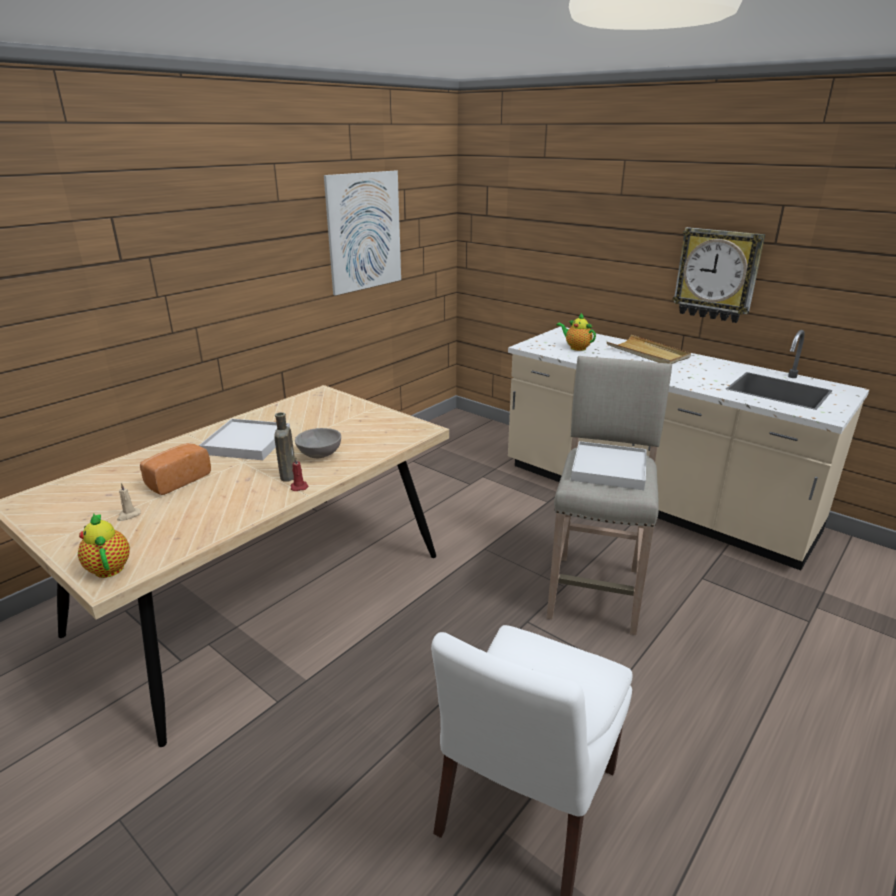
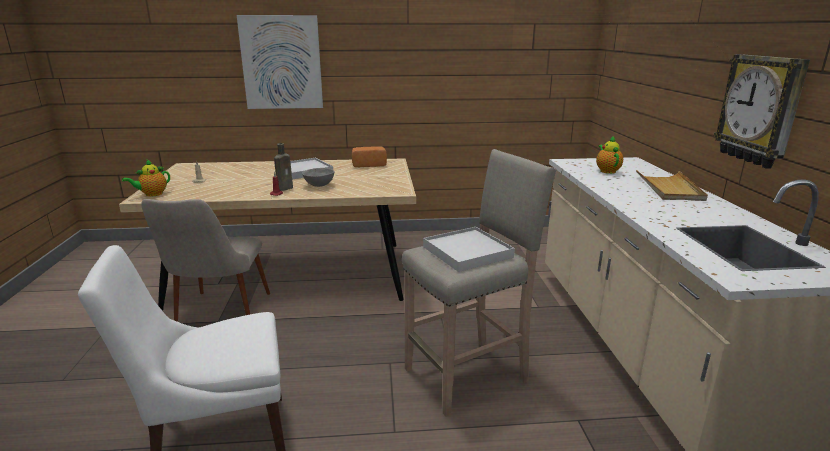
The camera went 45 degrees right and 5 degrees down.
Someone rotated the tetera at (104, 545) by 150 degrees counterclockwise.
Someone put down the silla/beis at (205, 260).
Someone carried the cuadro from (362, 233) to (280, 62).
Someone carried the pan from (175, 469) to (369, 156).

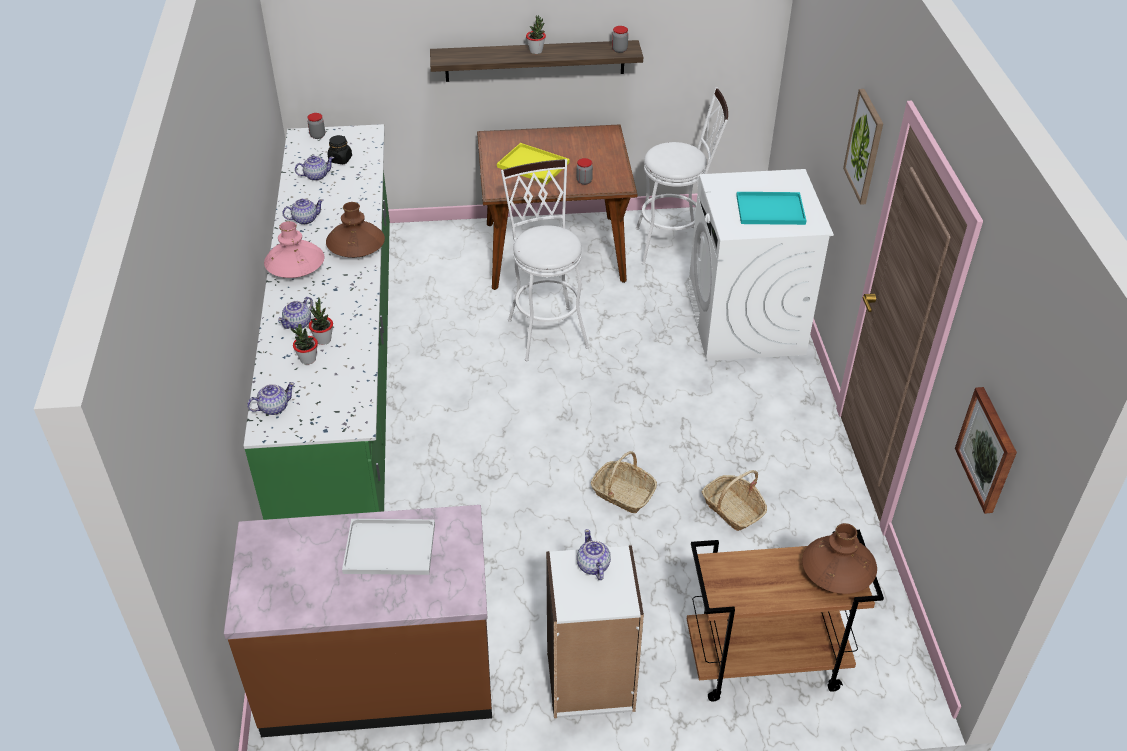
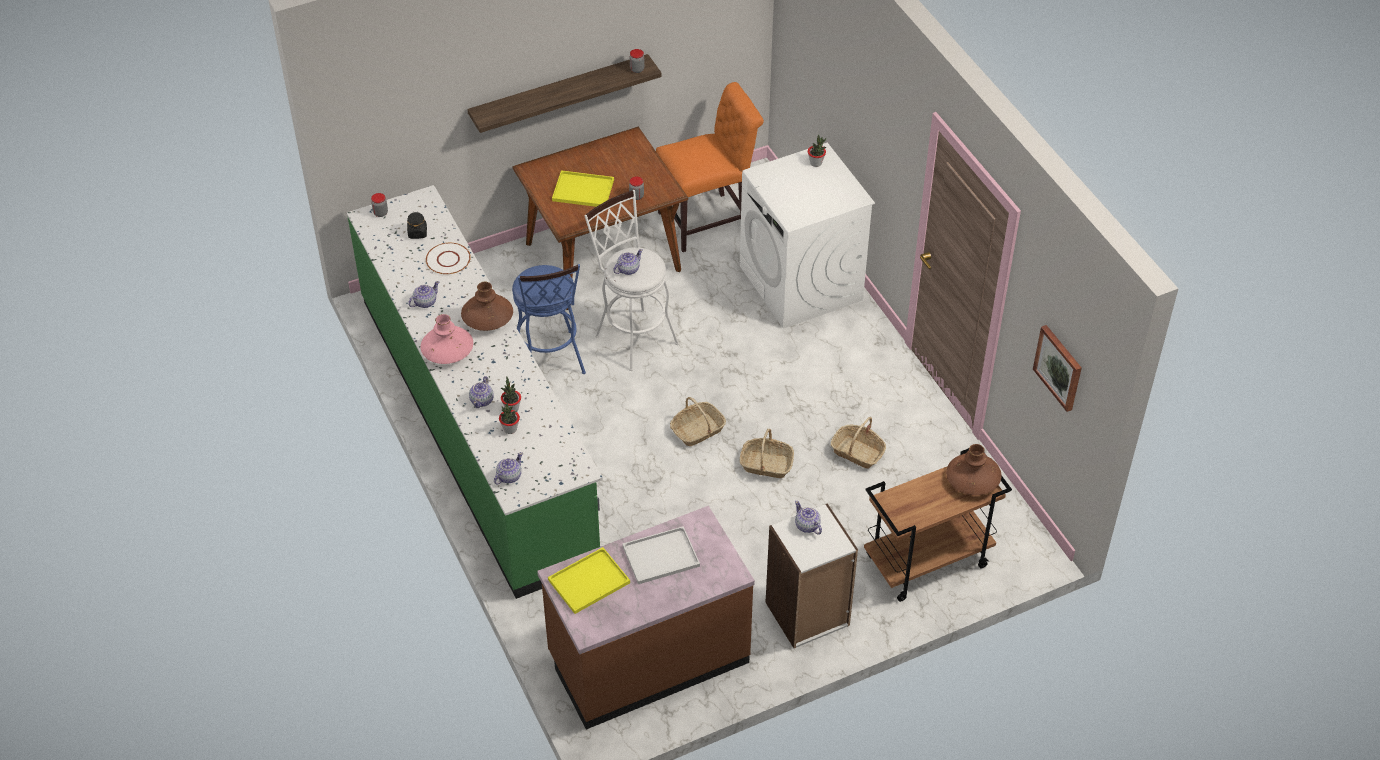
The camera went 20 degrees left and 5 degrees up.
Someone put down the plato/blanco at (448, 258).
Someone put down the taburete/azul at (549, 319).
Someone put down the bandeja/amarillo at (589, 580).
Someone carried the tetera from (314, 168) to (628, 262).
Someone swapped the taburete/blanco at (682, 176) for the silla/naranja at (710, 167).
Someone put down the cesta at (698, 421).
Someone carried the planta en maceta from (536, 34) to (817, 151).
Someone took away the bandeja/turquesa at (771, 208).
Someone took away the cuadro at (863, 147).

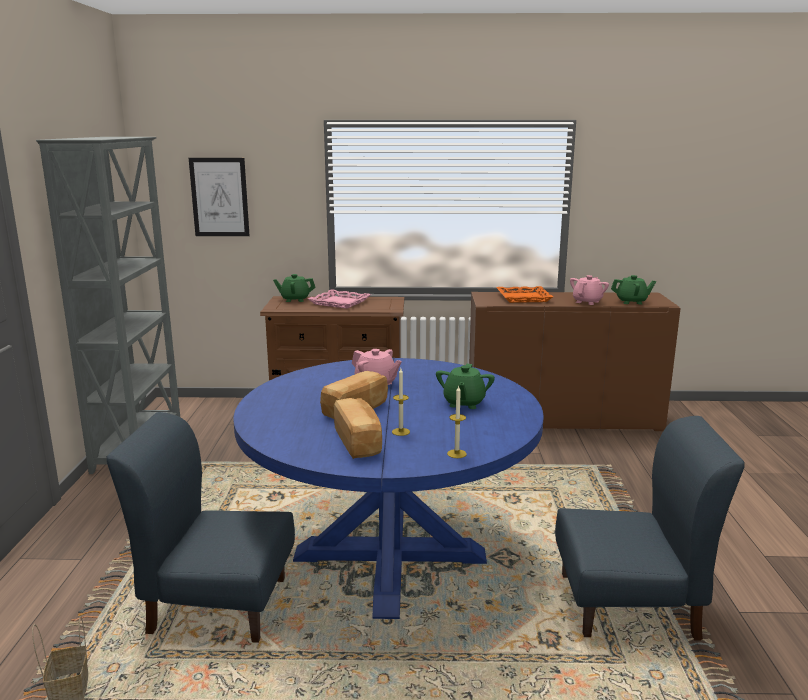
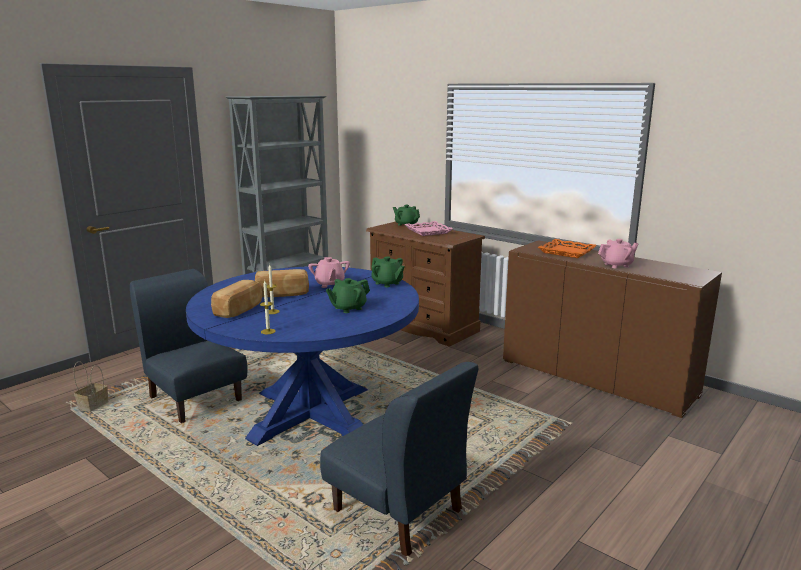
The camera went 40 degrees right and 0 degrees up.
Someone carried the tetera/verde from (633, 289) to (388, 271).
Someone took away the cuadro at (219, 197).

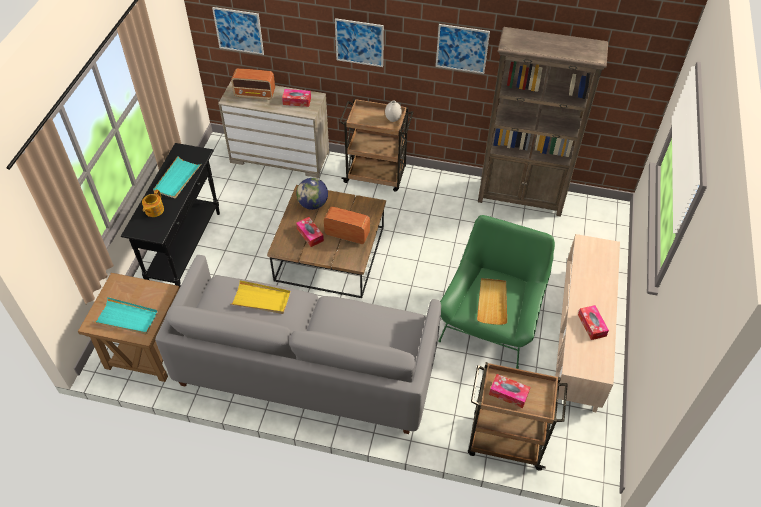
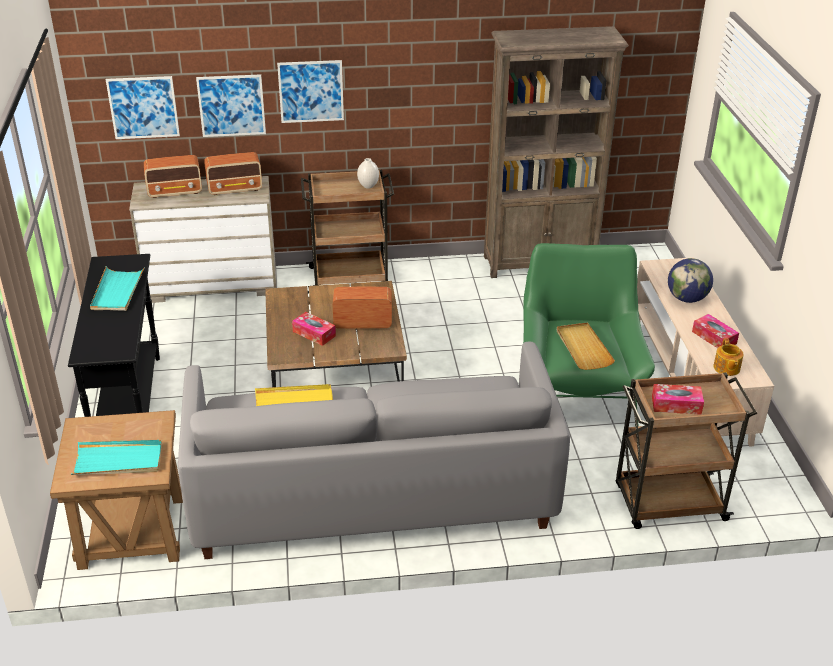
The camera went 20 degrees left and 15 degrees down.
Someone carried the cuadro from (463, 49) to (231, 105).
Someone swapped the caja de pañuelos at (296, 98) for the radio at (233, 174).
Someone carried the globo terráqueo from (312, 194) to (690, 280).
Someone carried the tetera from (153, 203) to (728, 357).

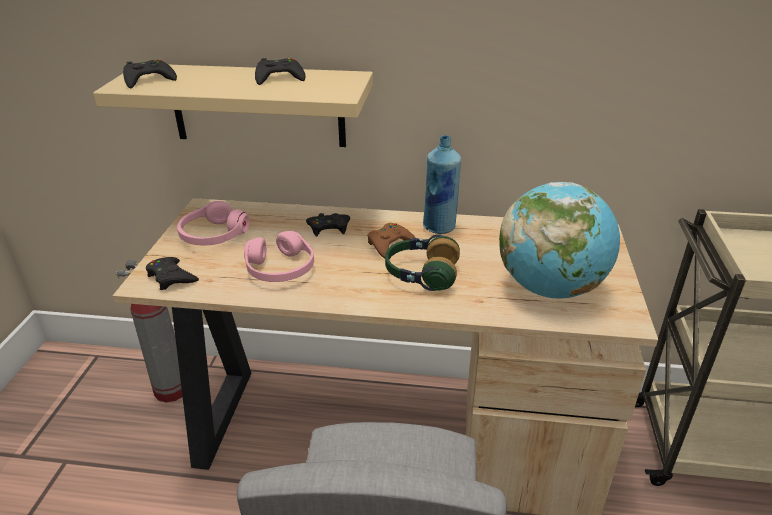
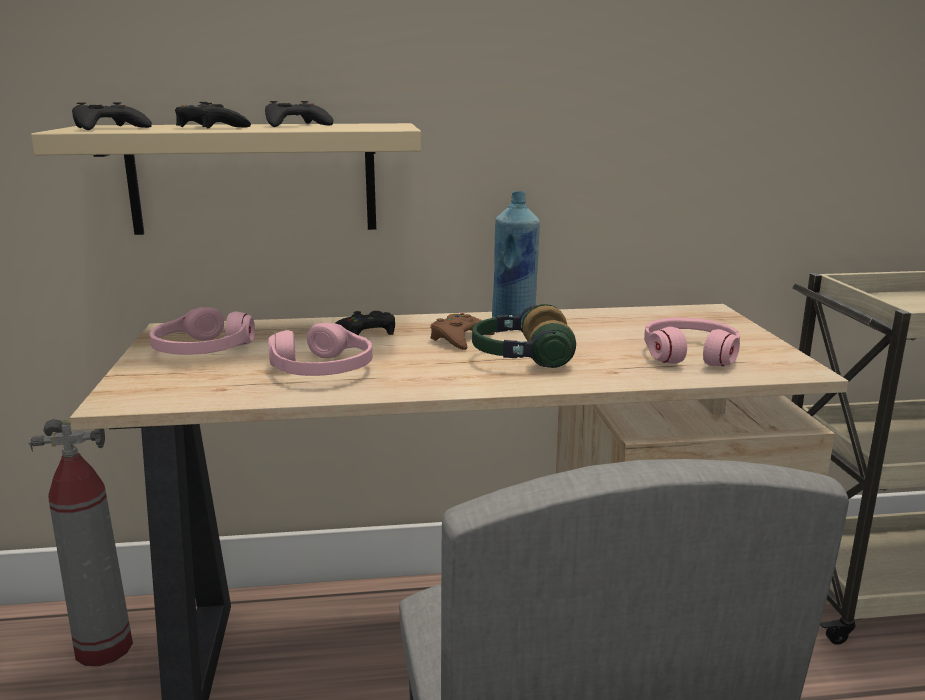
The camera went 15 degrees left and 15 degrees down.
Someone carried the mando de consola/negro from (172, 273) to (213, 115).
Someone swapped the globo terráqueo at (559, 240) for the auriculares/rosa at (692, 341).

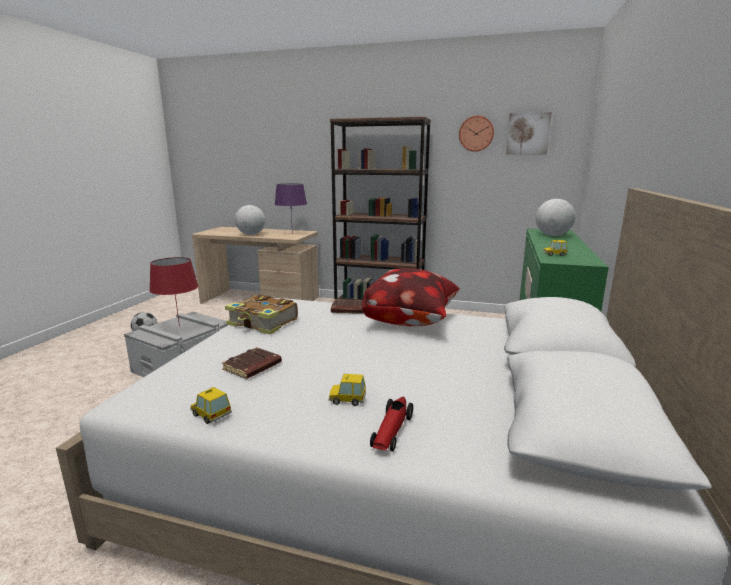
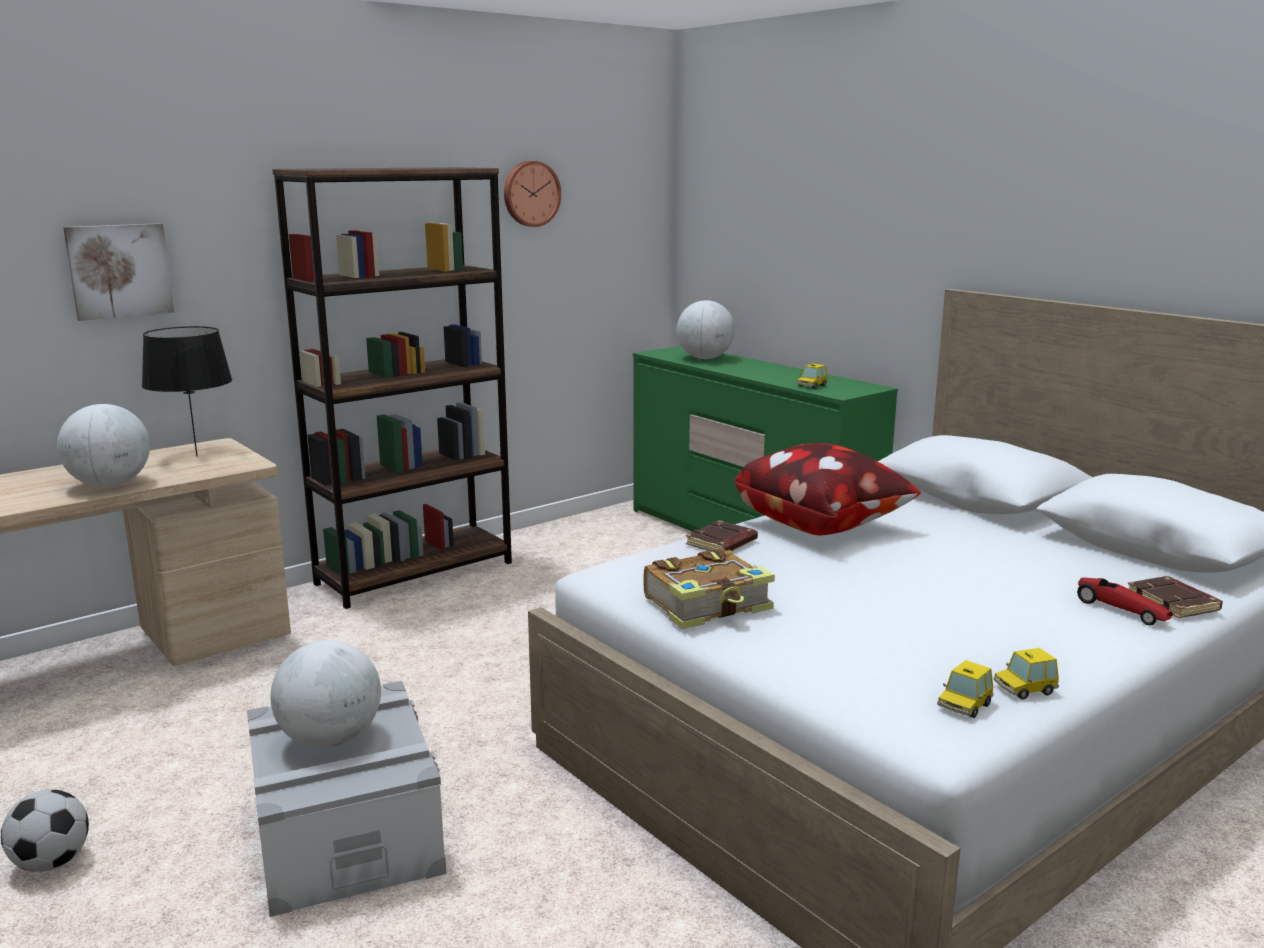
The camera went 55 degrees left and 0 degrees up.
Someone carried the cuadro from (529, 133) to (118, 272).
Someone repainted the lámpara de mesa/morado at (291, 208), which became the lámpara de mesa/negro at (187, 391).
Someone swapped the lámpara de mesa/rojo at (173, 292) for the globo terráqueo at (326, 694).
Someone carried the coche de juguete from (347, 390) to (965, 689).
Someone carried the libro/marrón from (252, 363) to (1175, 597).

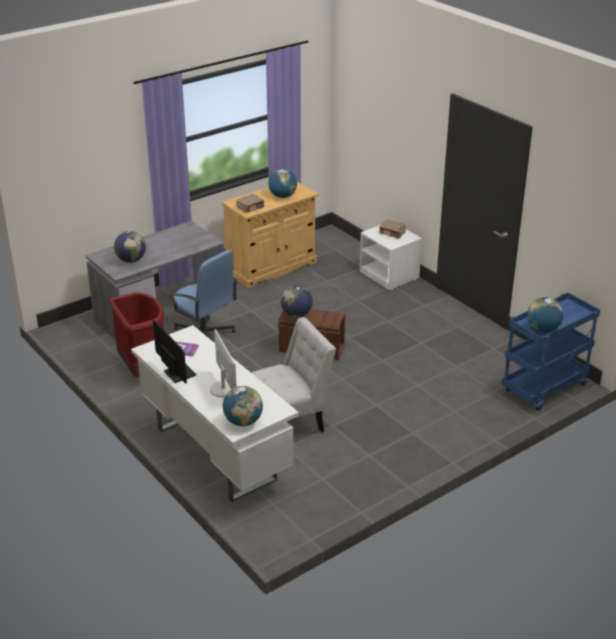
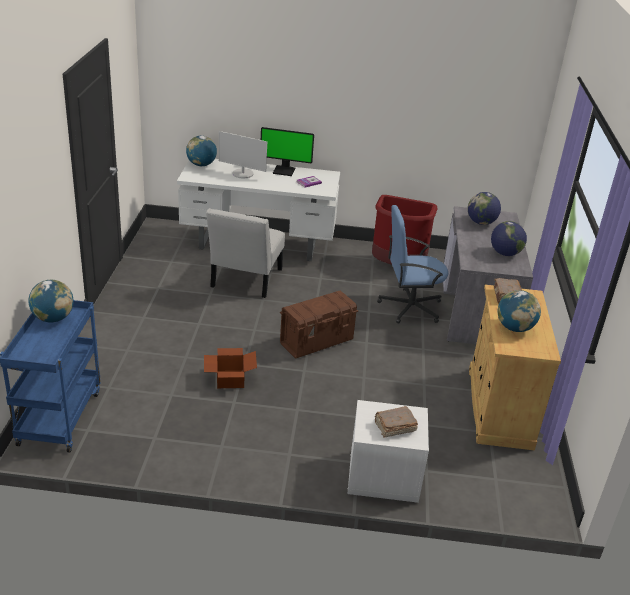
The camera went 130 degrees right and 0 degrees up.
Someone put down the caja de cartón at (230, 368).
Someone carried the globo terráqueo from (297, 301) to (509, 238).

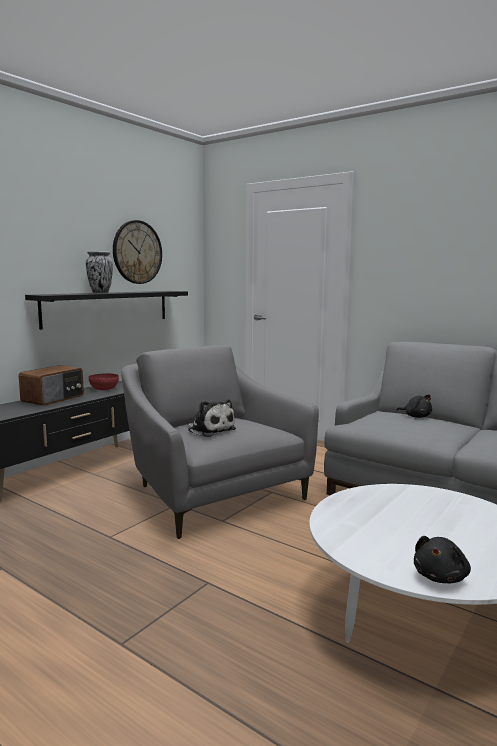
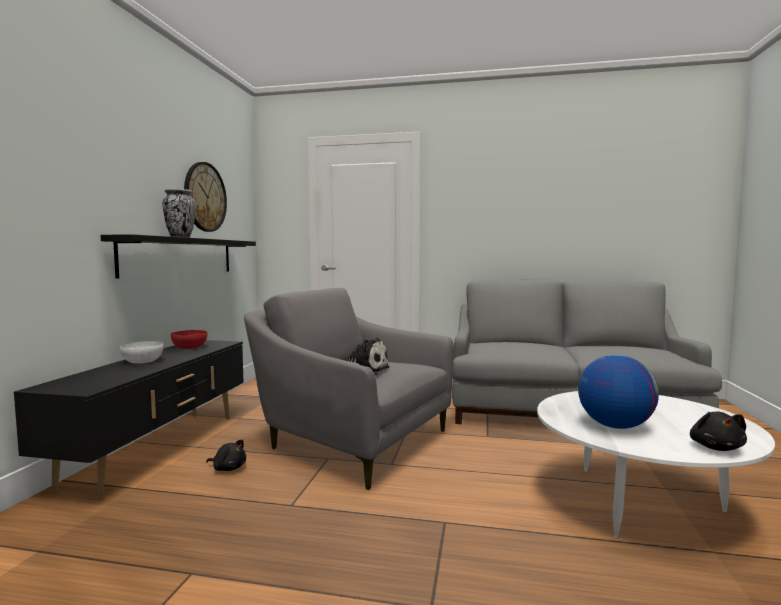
The camera went 25 degrees left and 5 degrees down.
Someone swapped the radio at (51, 385) for the cuenco/blanco at (141, 352).
Someone carried the peluche/negro from (414, 406) to (226, 455).
Someone put down the globo terráqueo at (618, 392).

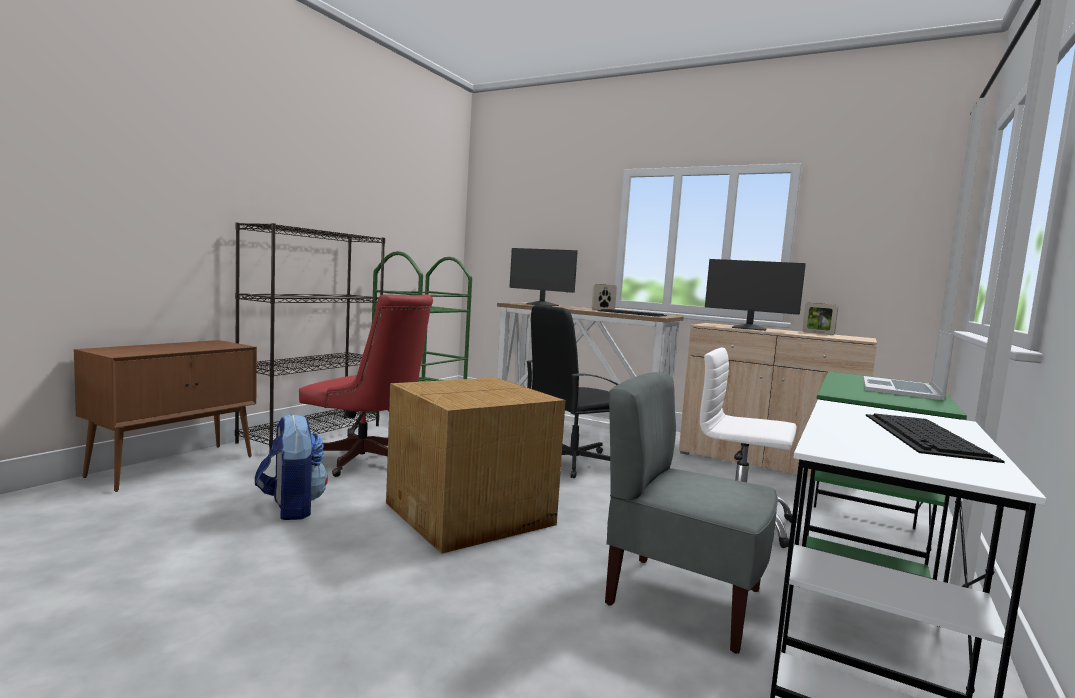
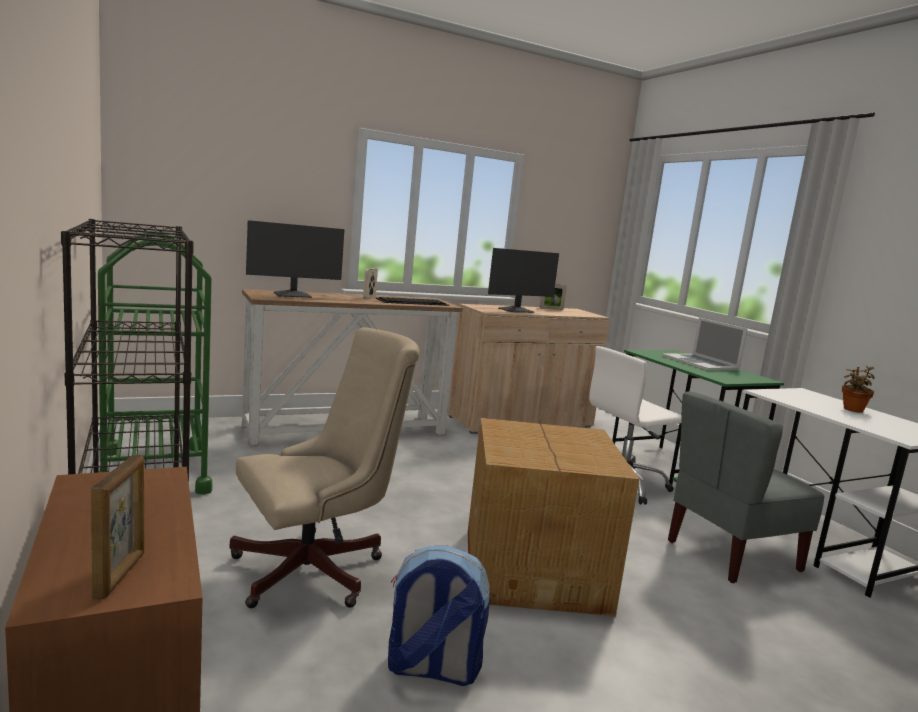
The camera went 55 degrees left and 5 degrees up.
Someone put down the portarretratos at (117, 527).
Someone repainted the silla de oficina/rojo at (366, 385), which became the silla de oficina/beis at (324, 467).
Someone swapped the teclado at (935, 438) for the planta en maceta at (858, 389).
Someone took away the silla de oficina/negro at (572, 391).

